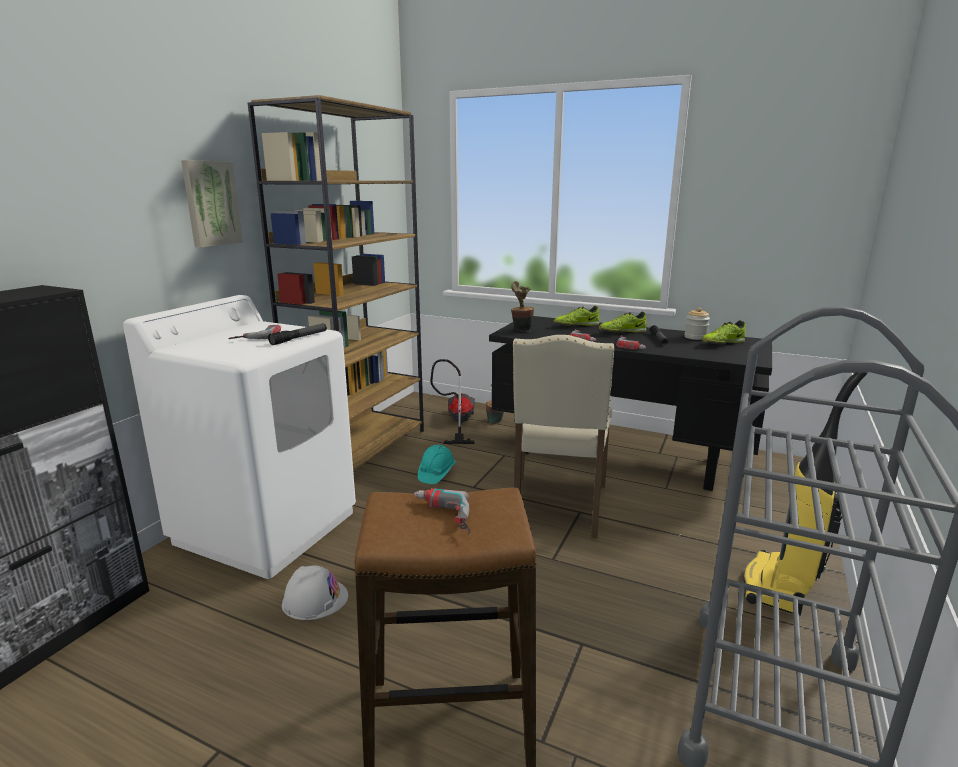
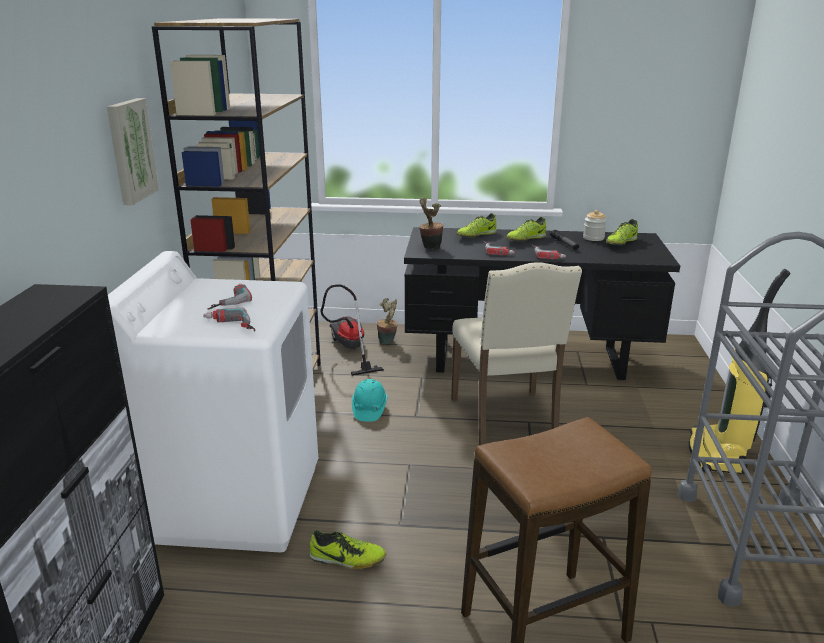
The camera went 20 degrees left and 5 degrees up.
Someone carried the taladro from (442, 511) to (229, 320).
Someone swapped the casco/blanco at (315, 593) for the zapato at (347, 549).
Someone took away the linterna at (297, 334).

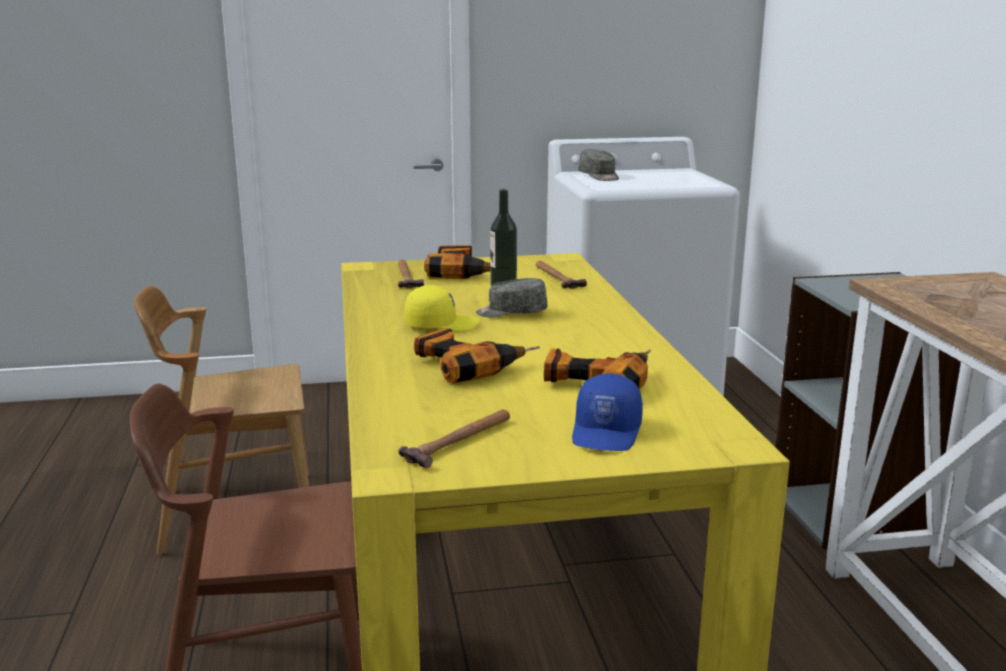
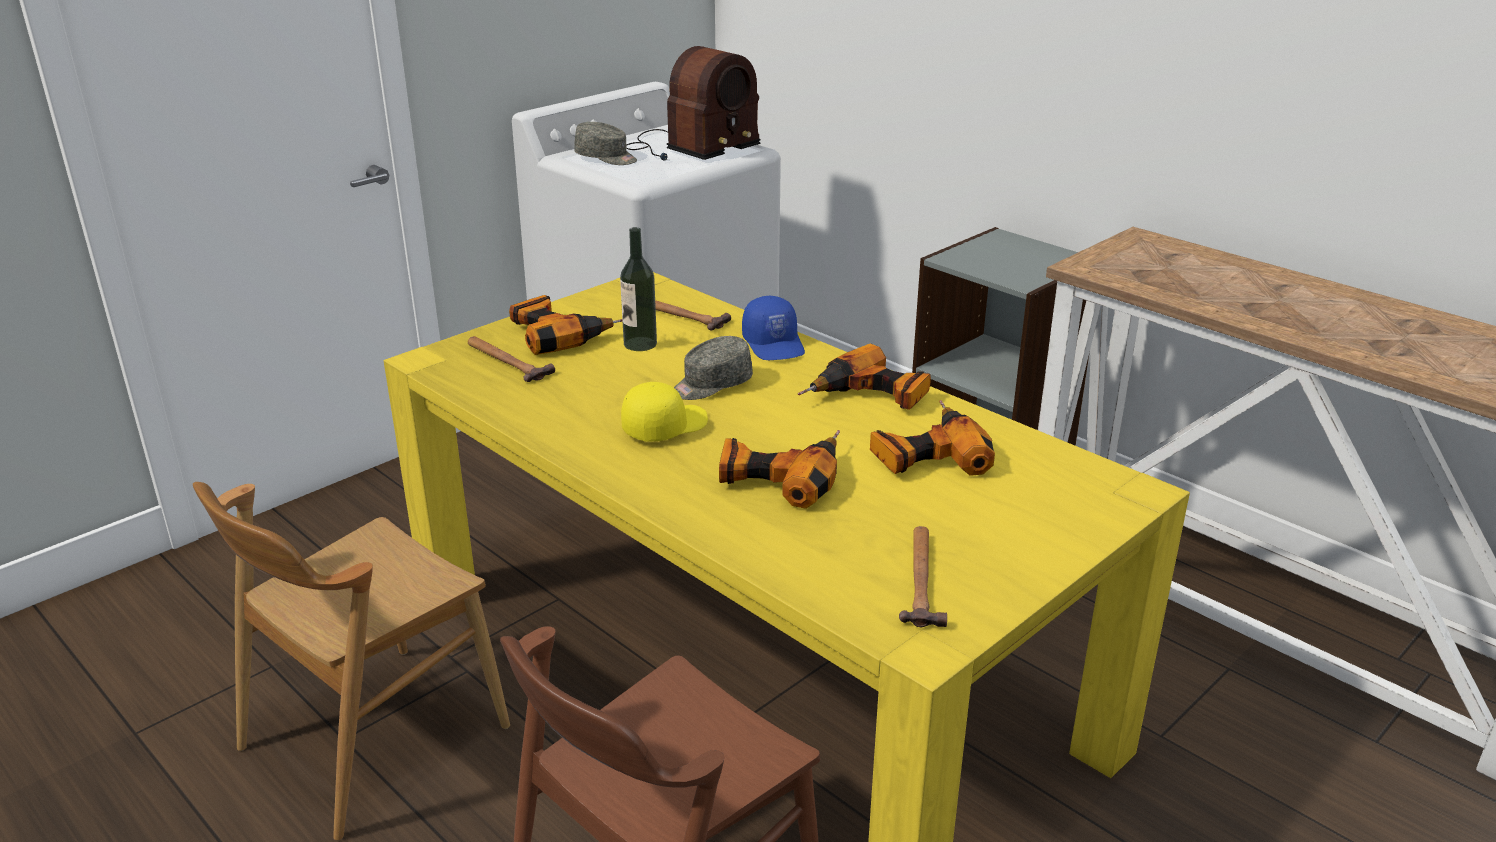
The camera went 35 degrees left and 10 degrees up.
Someone put down the radio at (693, 103).
Someone carried the gorra/azul from (607, 412) to (773, 328).
Someone put down the taladro at (864, 376).

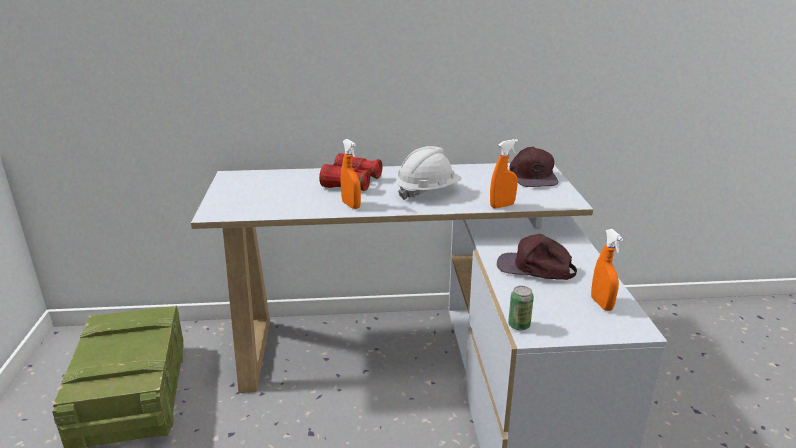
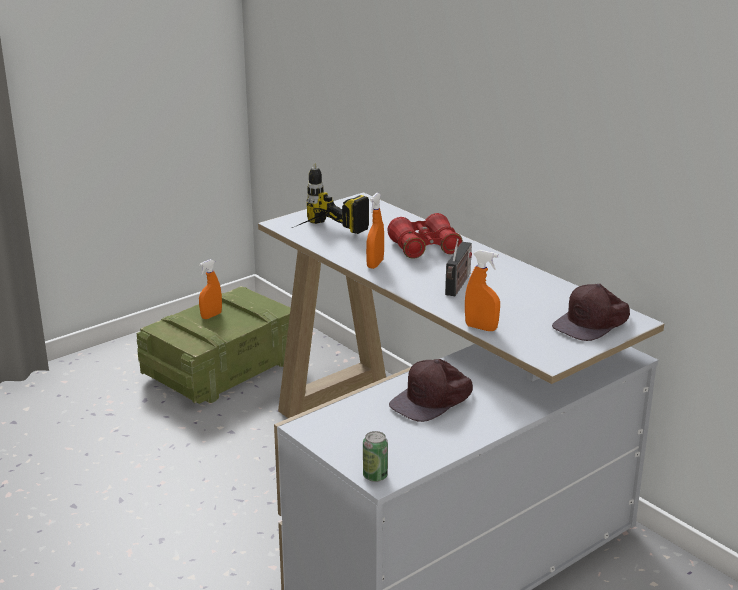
The camera went 55 degrees right and 0 degrees up.
Someone carried the pulverizador/naranja from (607, 270) to (210, 289).
Someone put down the taladro at (330, 198).
Someone carried the lata from (521, 308) to (375, 456).
Someone rotated the gorra/marrón at (537, 257) by 120 degrees counterclockwise.
Someone swapped the casco/blanco at (429, 173) for the radio at (458, 267).

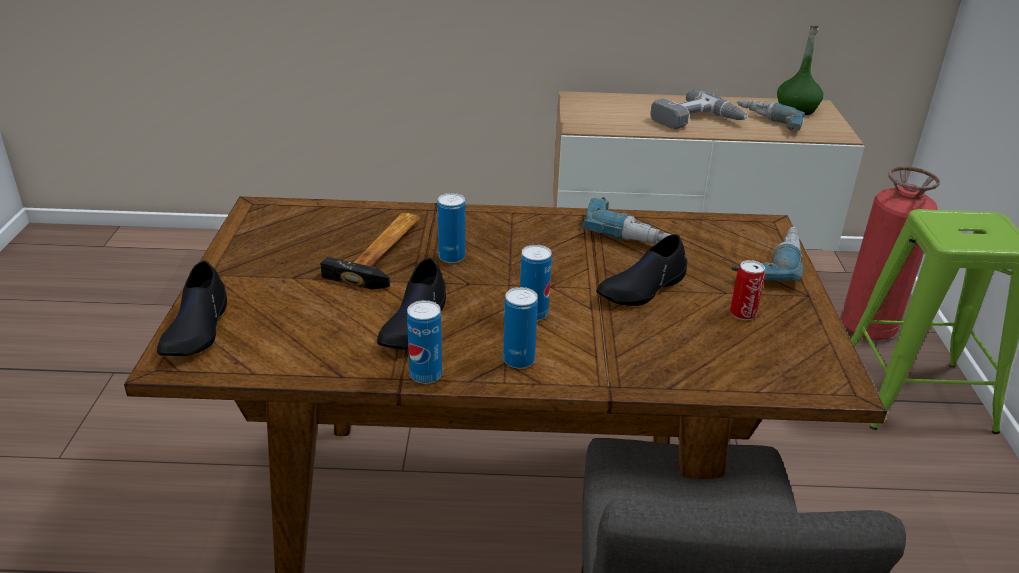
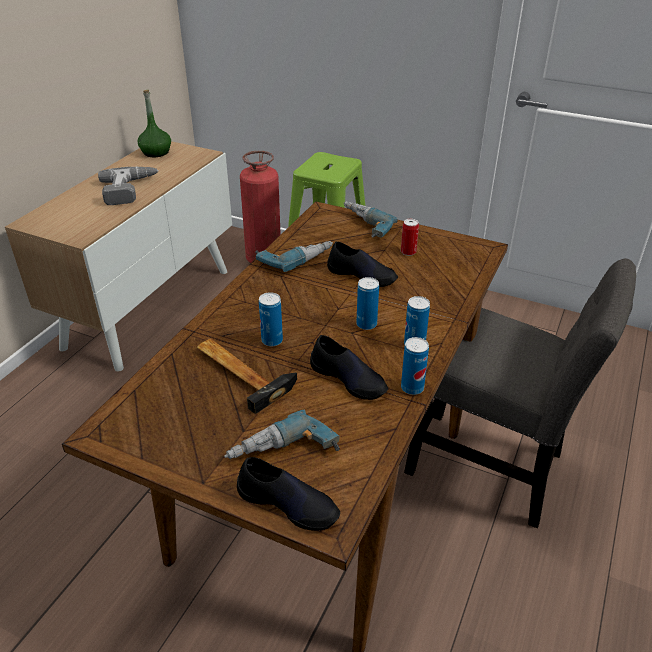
The camera went 65 degrees left and 5 degrees up.
Someone carried the taladro from (771, 115) to (282, 434).
Someone rotated the zapato/negro at (641, 270) by 45 degrees counterclockwise.

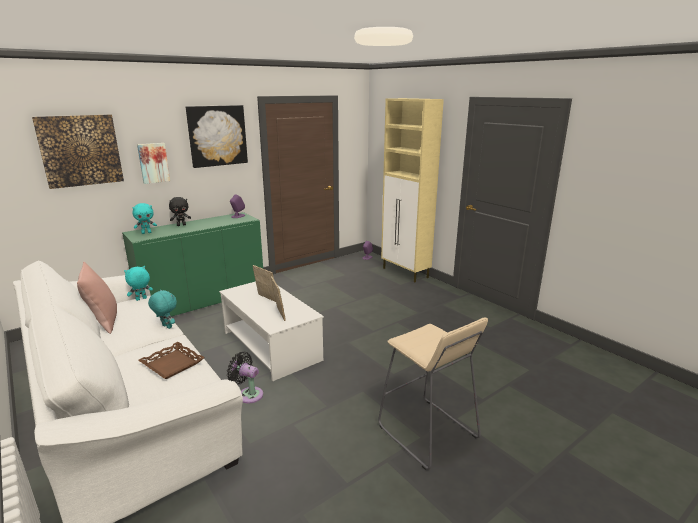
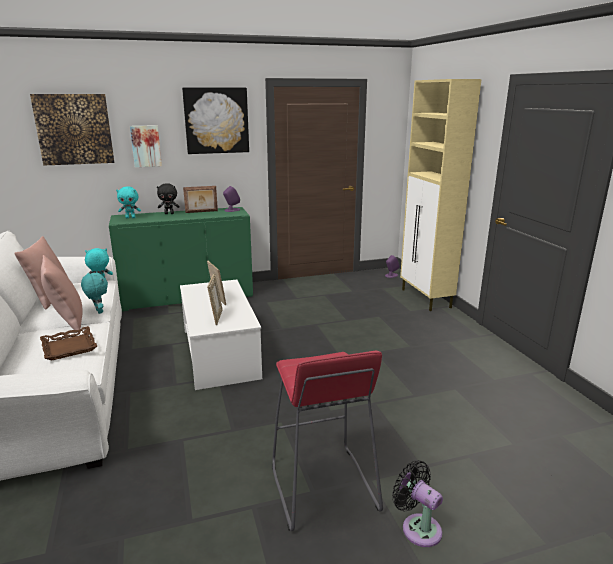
The camera went 20 degrees right and 0 degrees up.
Someone put down the cojín/rosa at (62, 294).
Someone put down the portarretratos at (200, 199).
Someone repainted the taburete/beis at (433, 394), which became the taburete/rojo at (327, 441).
Someone carried the ventilador/negro from (245, 378) to (417, 503).

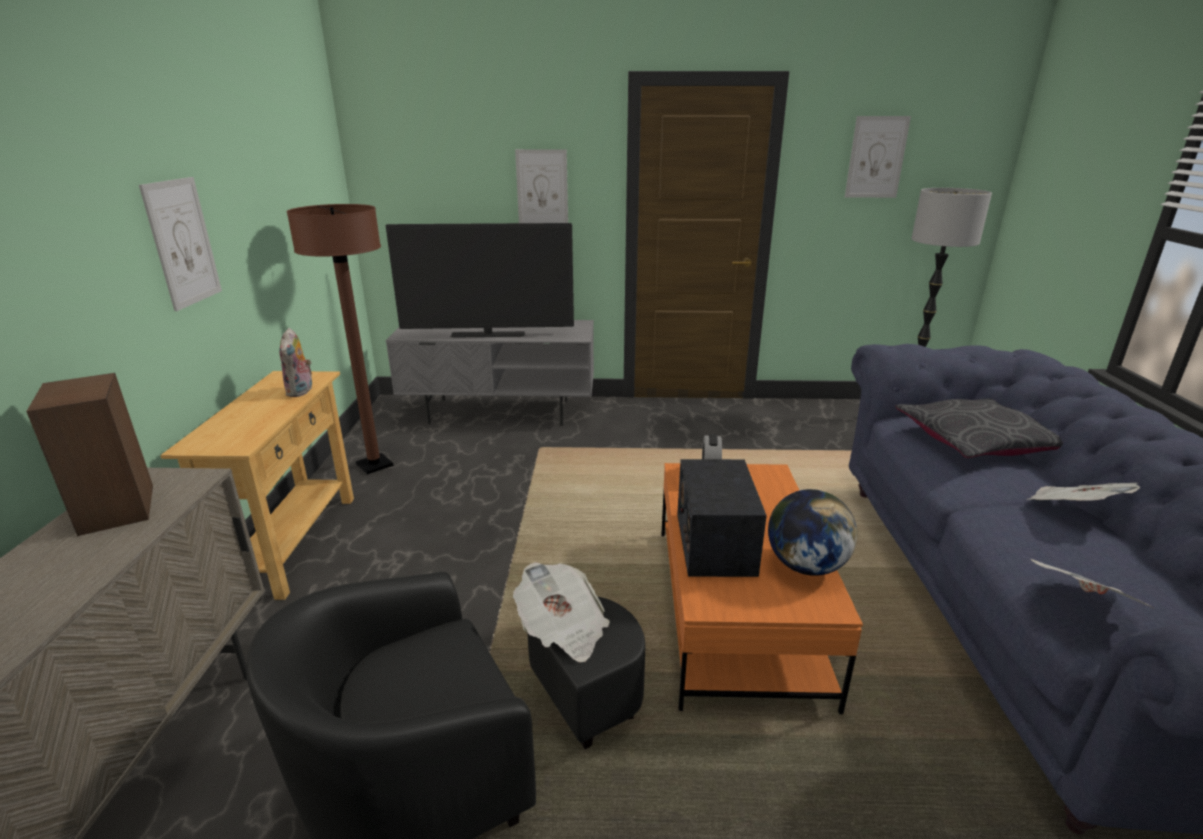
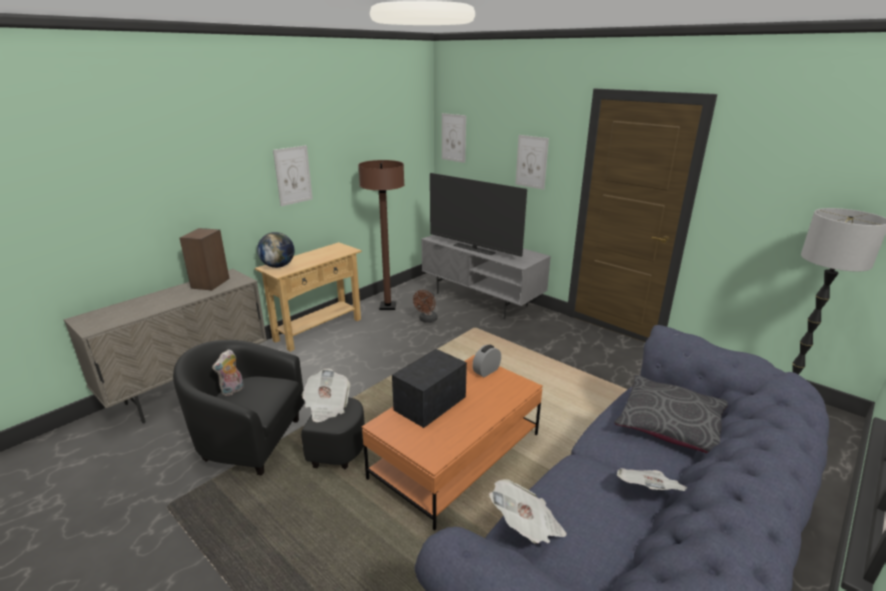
The camera went 40 degrees right and 0 degrees up.
Someone carried the peluche from (295, 362) to (228, 372).
Someone carried the globo terráqueo from (812, 532) to (275, 250).
Someone put down the ventilador/marrón at (425, 306).
Someone carried the cuadro from (878, 157) to (454, 138).

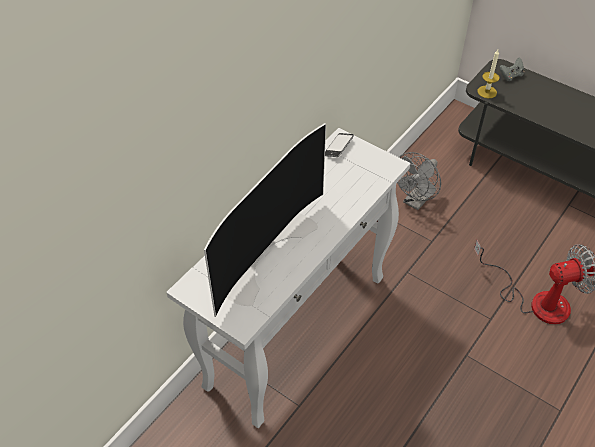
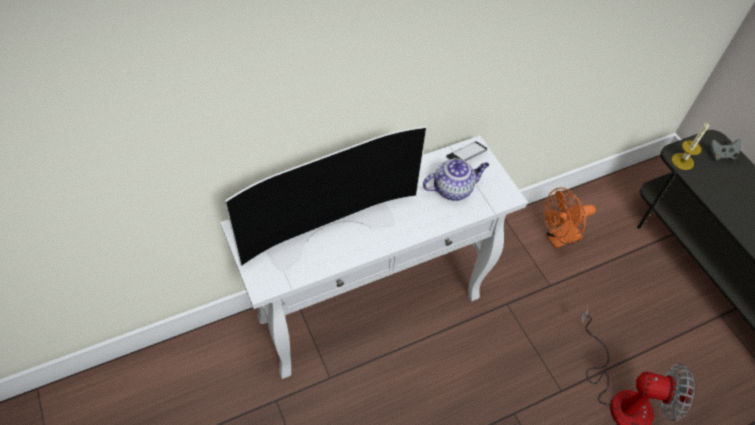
The camera went 25 degrees right and 5 degrees up.
Someone put down the tetera at (456, 180).
Someone repainted the ventilador/gris at (419, 181), which became the ventilador/naranja at (570, 218).

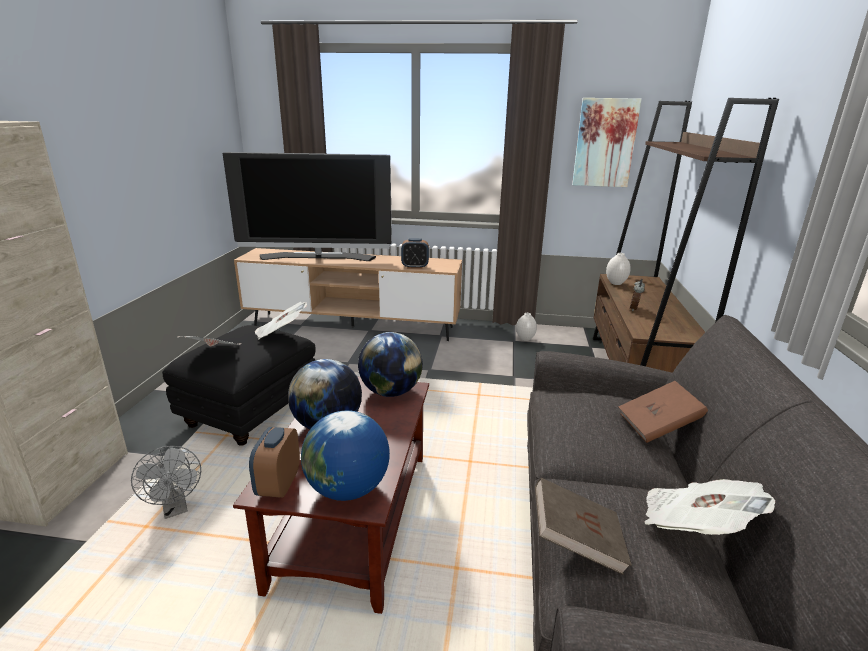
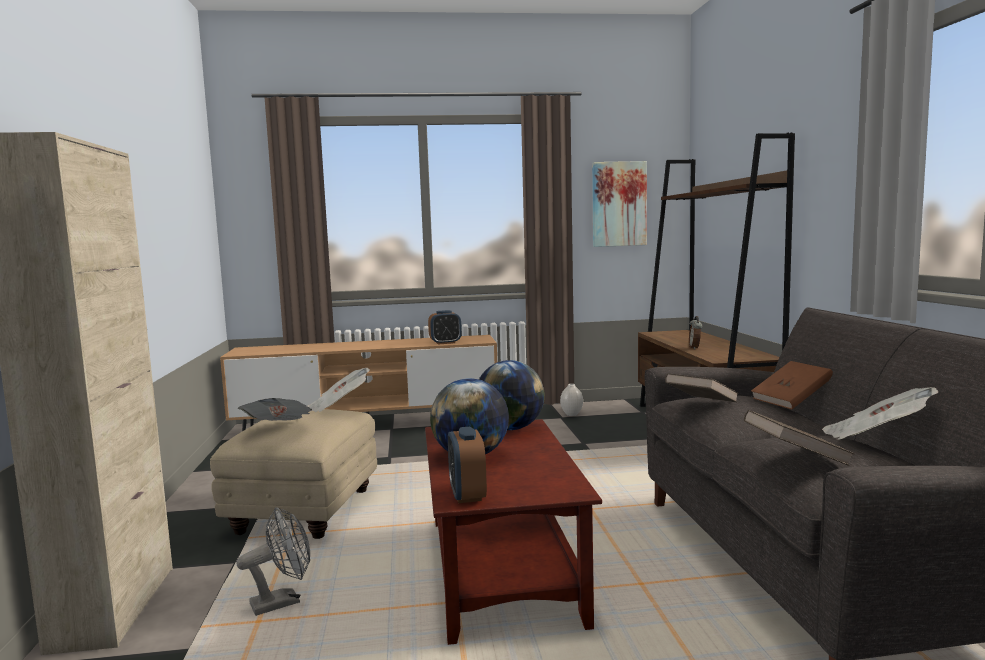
The camera went 15 degrees left and 15 degrees down.
Someone repainted the puf/negro at (239, 385), which became the puf/beis at (293, 474).
Someone rotated the ventilador/gris at (166, 482) by 75 degrees counterclockwise.
Someone put down the libro/marrón at (702, 387).
Someone took away the televisor at (307, 206).
Someone took away the globo terráqueo at (345, 455).
Someone took away the florero/blanco at (618, 269).

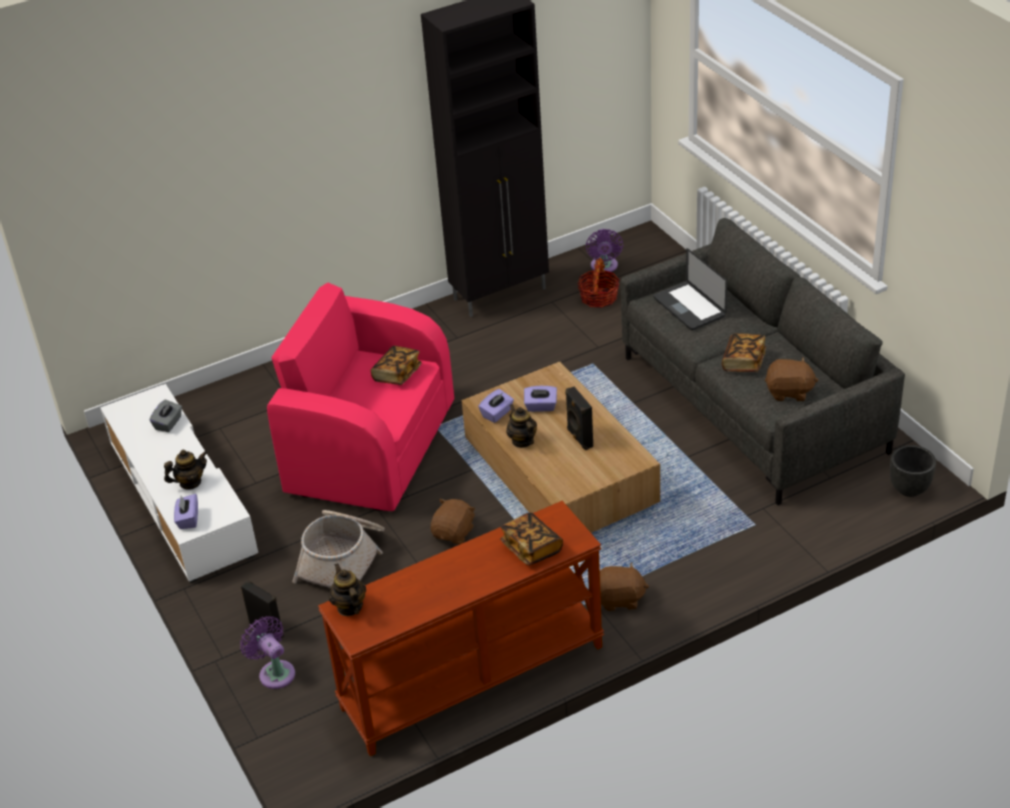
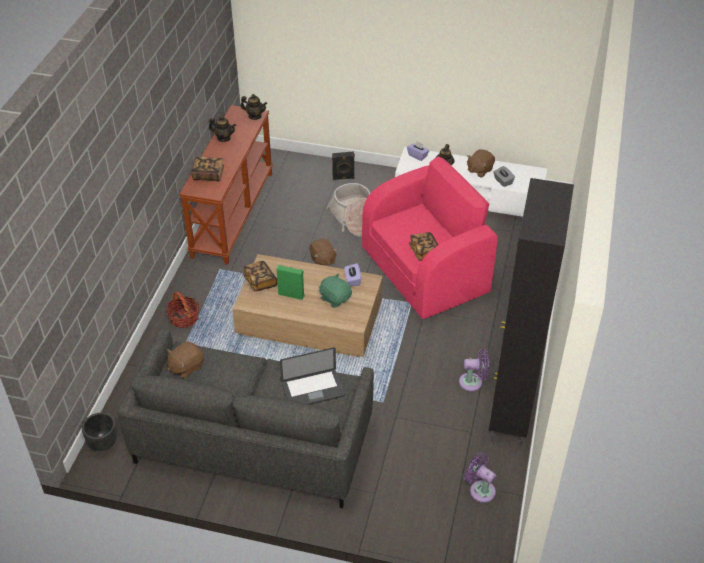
The camera went 130 degrees right and 5 degrees up.
Someone carried the cesta from (598, 283) to (182, 309).
Someone carried the tetera from (521, 426) to (222, 129).
Someone carried the libro from (744, 352) to (260, 276).
Someone repainted the altavoz/negro at (579, 418), which became the altavoz/verde at (290, 282).
Someone rotated the portátil at (690, 289) by 150 degrees clockwise.
Someone swapped the caja de pañuelos/morado at (540, 399) for the peluche/verde at (335, 291).
Someone carried the ventilador/morado from (267, 652) to (474, 370).
Someone carried the peluche/marrón from (624, 587) to (481, 163).

